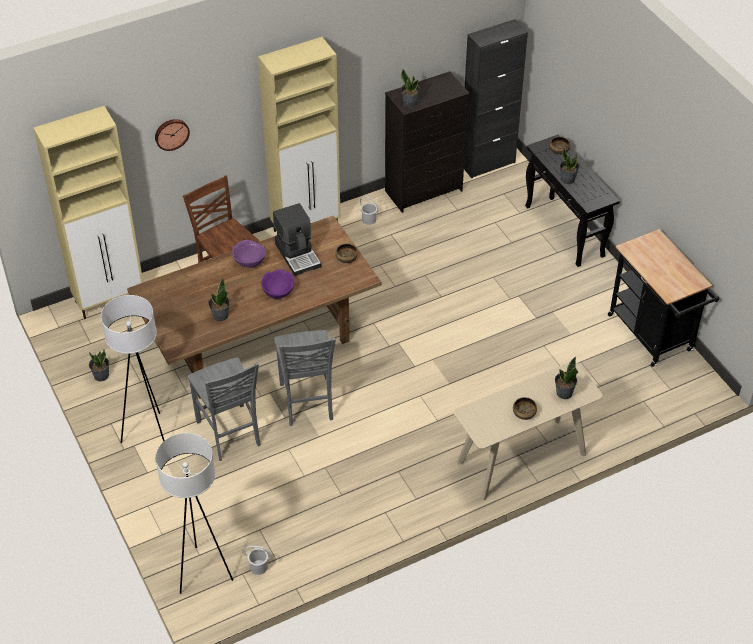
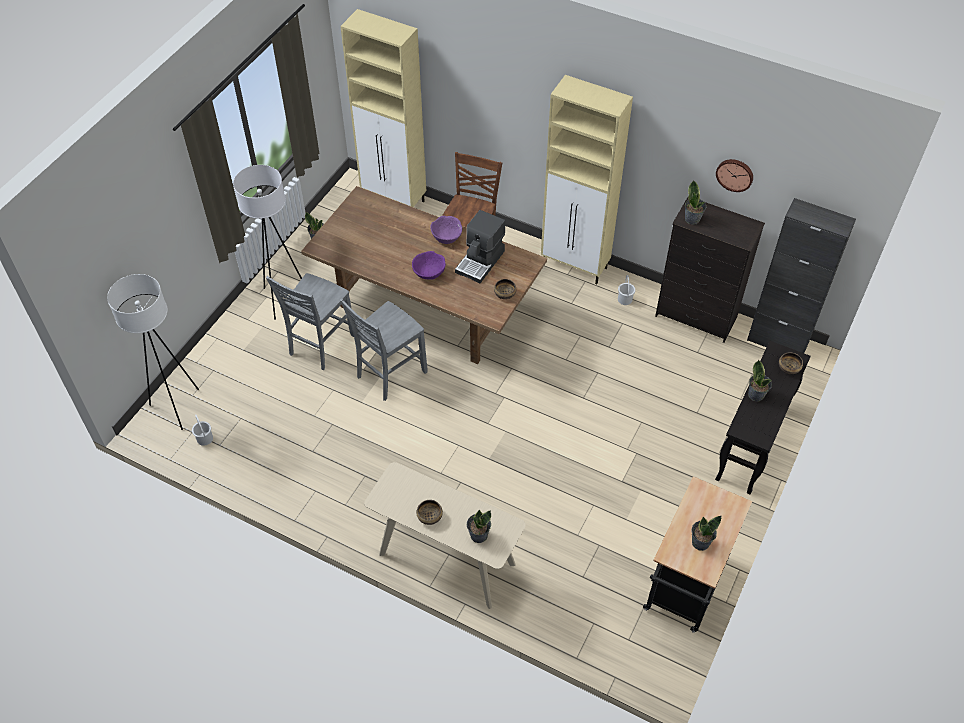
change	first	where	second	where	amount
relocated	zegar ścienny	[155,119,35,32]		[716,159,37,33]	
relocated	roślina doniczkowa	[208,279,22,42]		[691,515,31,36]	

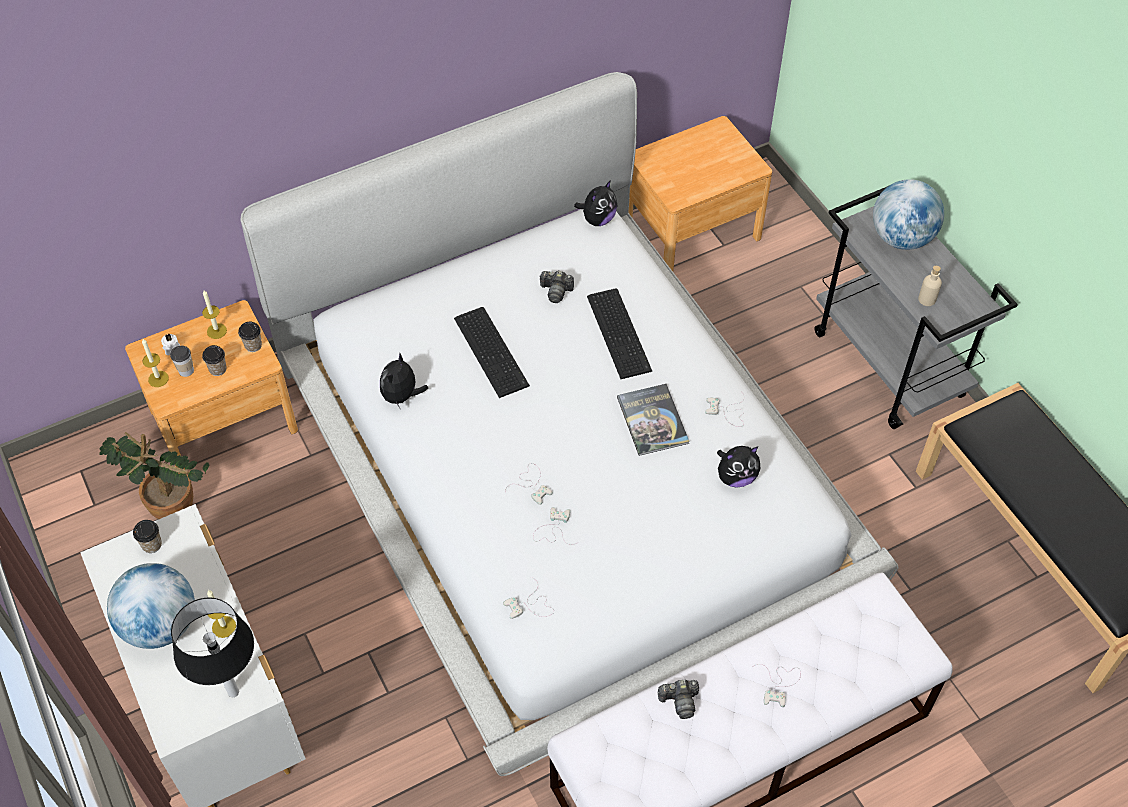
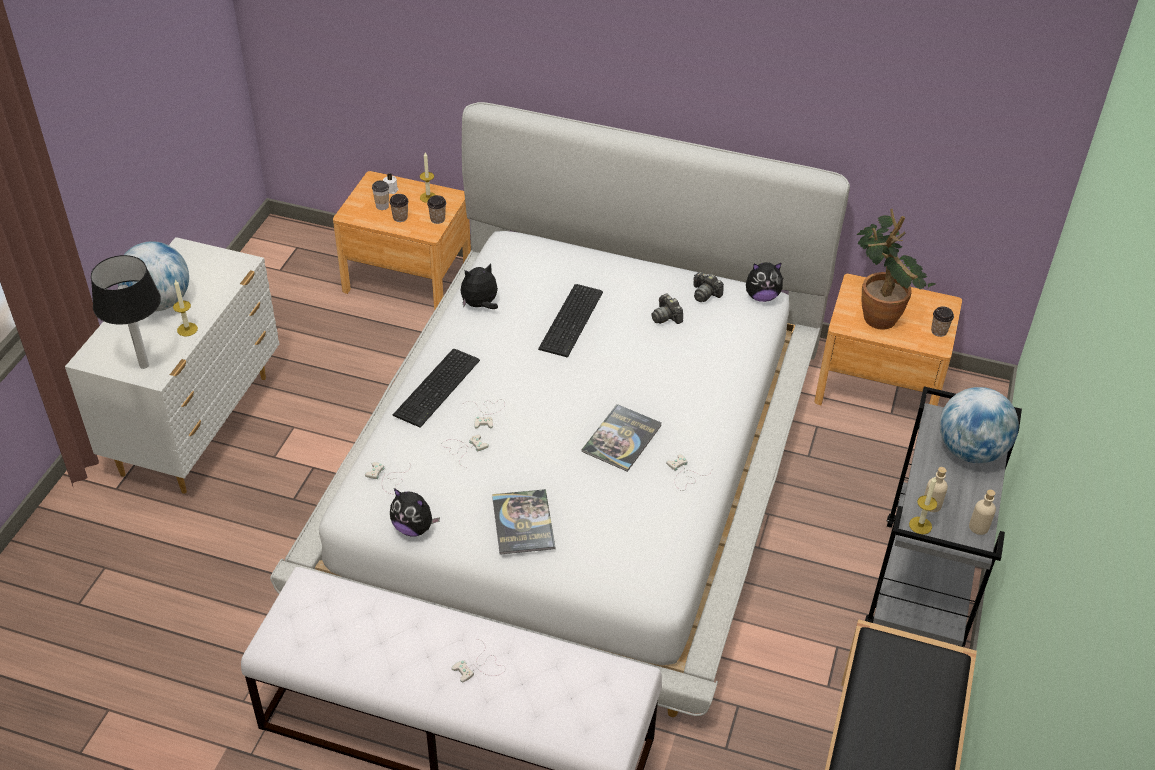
change	first	where	second	where	amount
appeared			książka	[492,489,63,66]	
appeared			butelka/beżowy	[969,489,27,46]	
relocated	roślina doniczkowa	[99,432,110,88]		[857,209,79,121]	
relocated	filiżanka	[133,520,29,33]		[931,306,23,31]	
relocated	świeca	[142,339,27,48]		[909,477,28,57]	
relocated	klawiatura	[587,288,65,91]		[393,349,87,79]	
relocated	aparat fotograficzny	[658,680,41,39]		[693,272,31,30]	
relocated	pluszak	[717,446,44,42]		[390,488,50,48]	

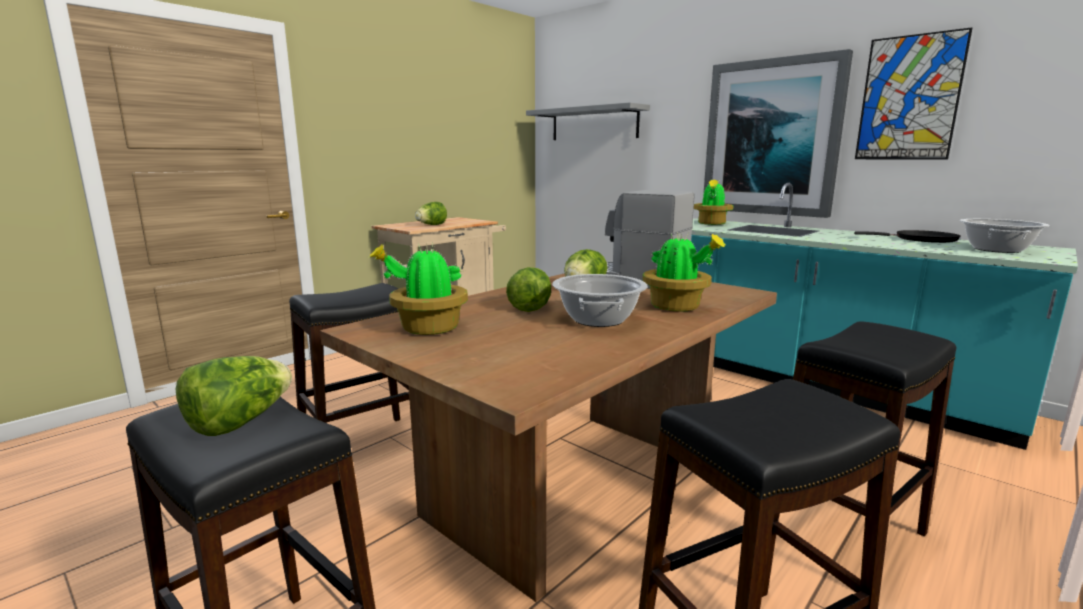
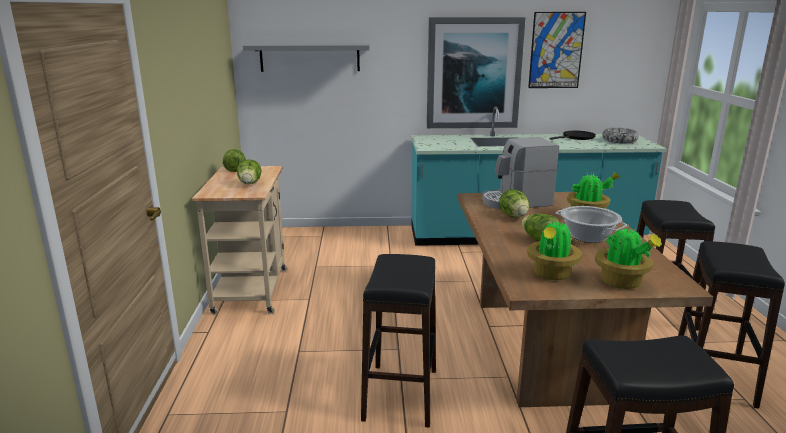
change	first	where	second	where	amount
relocated	sałata	[176,356,116,80]		[223,149,23,23]	
relocated	roślina doniczkowa	[694,180,39,45]		[595,225,67,64]	
exchanged	garnek	[960,219,90,34]	miska	[602,128,36,15]	

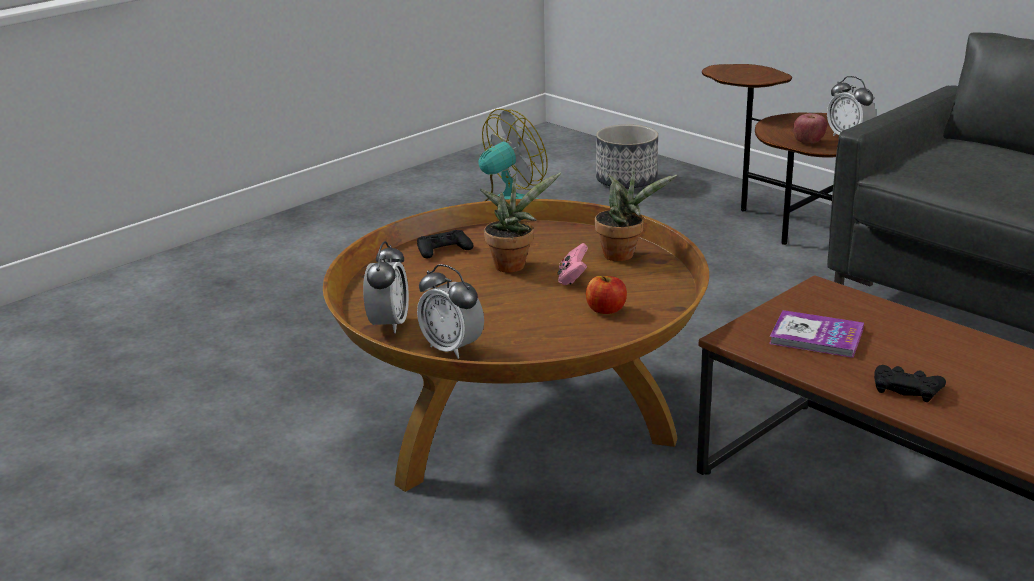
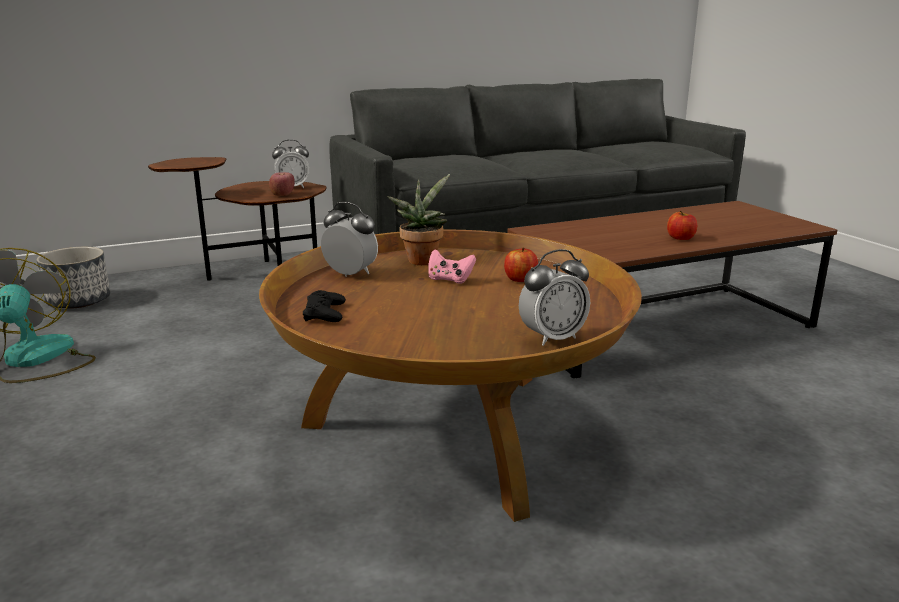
change	first	where	second	where	amount
missing	roślina doniczkowa	[480,173,81,100]			
missing	książka	[769,310,95,48]			
relocated	budzik	[363,241,46,92]		[321,202,57,75]	
exchanged	pad do gier/czarny	[874,365,72,37]	jabłko	[667,211,30,29]	

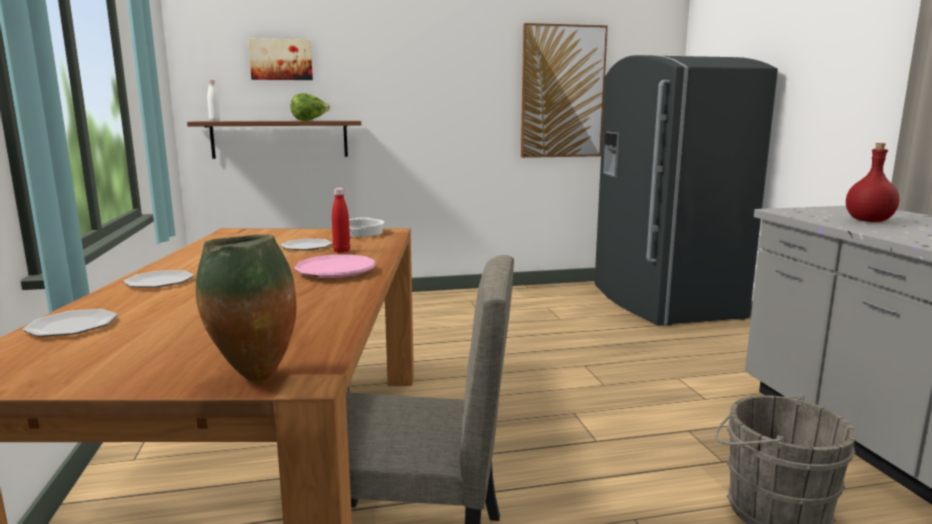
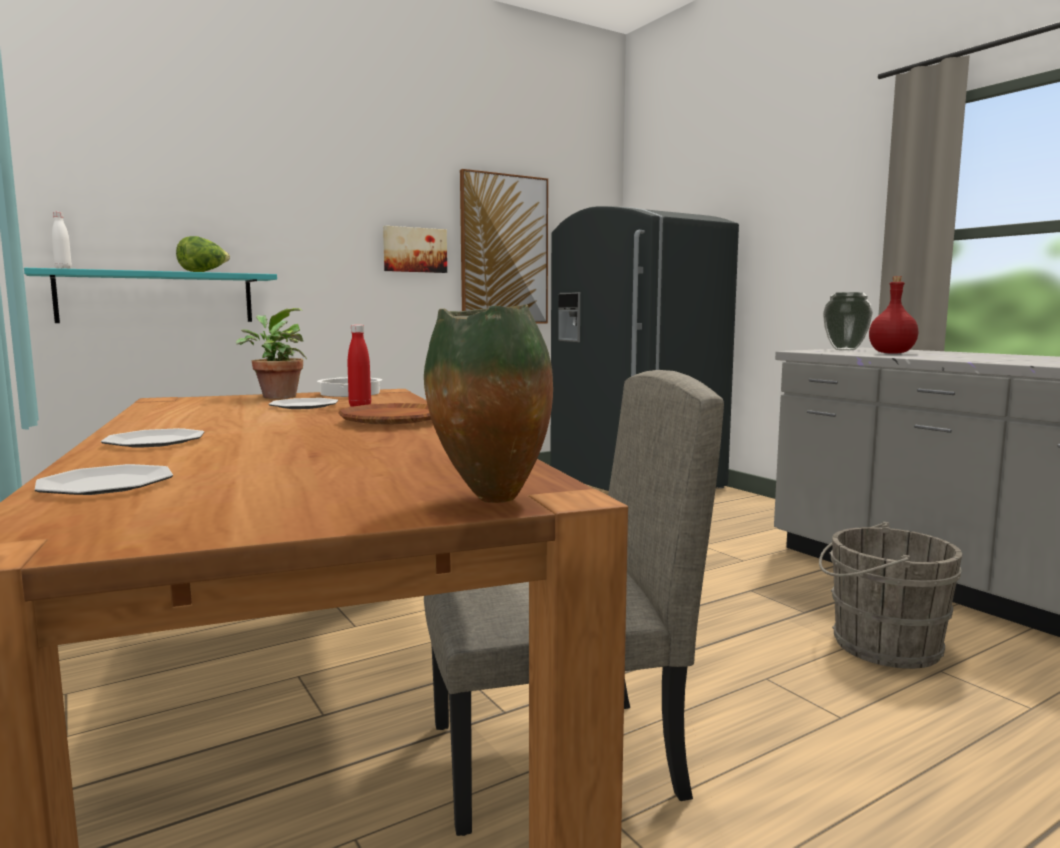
change	first	where	second	where	amount
appeared			roślina doniczkowa	[236,308,71,91]	
appeared			wazon	[823,292,50,58]	
relocated	obraz	[248,38,65,42]		[383,226,64,47]	
colour	półka/brązowy	[187,121,174,38]	półka/turkusowy	[24,268,253,55]	
colour	talerz/różowy	[294,254,82,24]	talerz/brązowy	[339,403,92,22]	

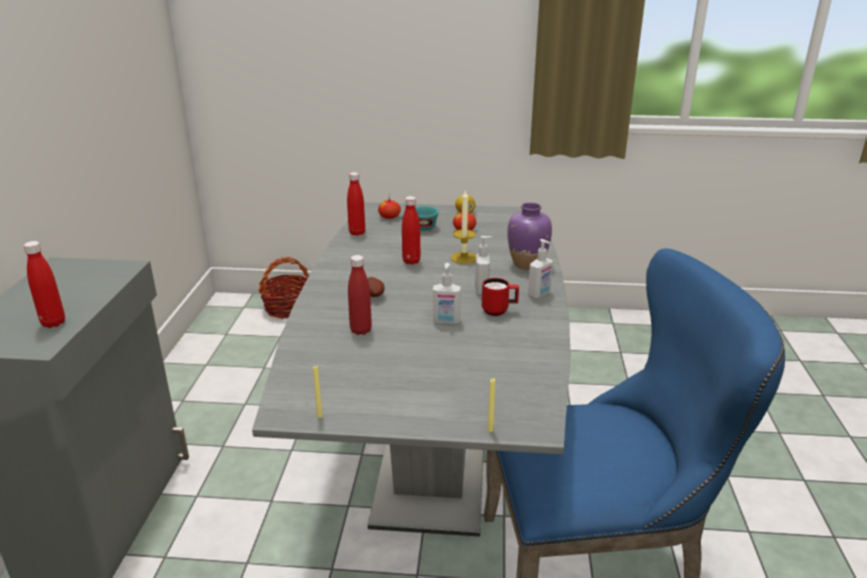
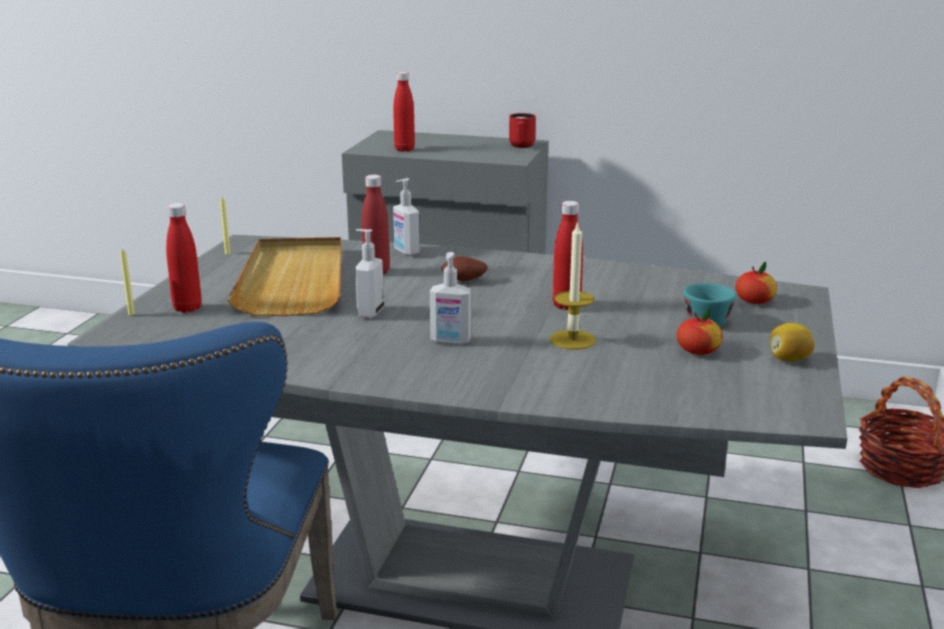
change	first	where	second	where	amount
missing	wazon/fioletowy	[507,202,45,68]			
appeared			taca/beżowy	[227,237,115,79]	
relocated	butelka/czerwony	[347,172,18,64]		[166,203,36,110]	
relocated	kubek/czerwony	[482,278,37,38]		[509,113,27,35]	
relocated	dozownik mydła	[528,239,25,59]		[393,178,27,78]	

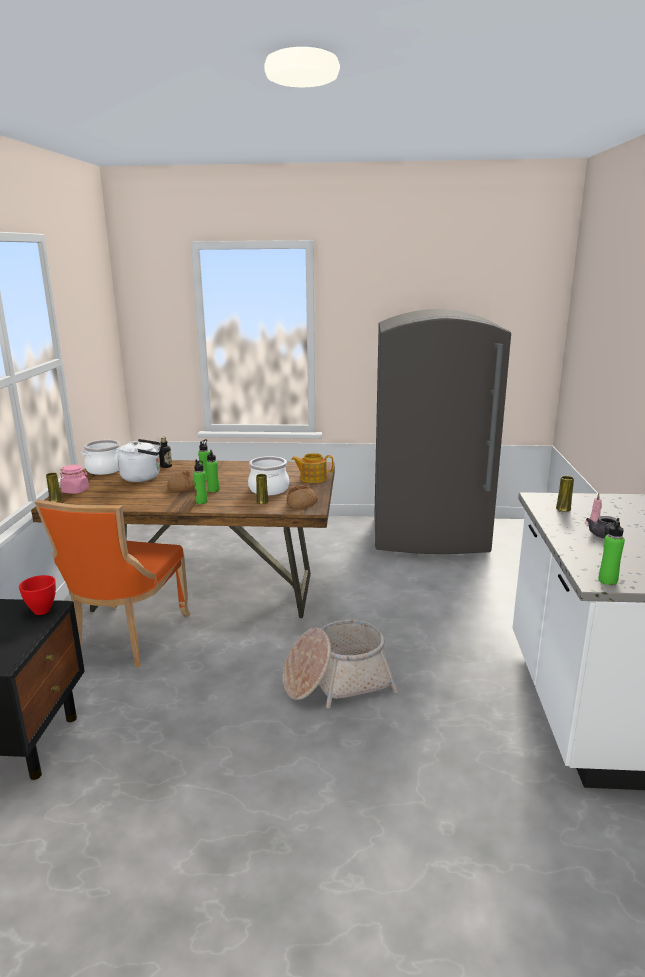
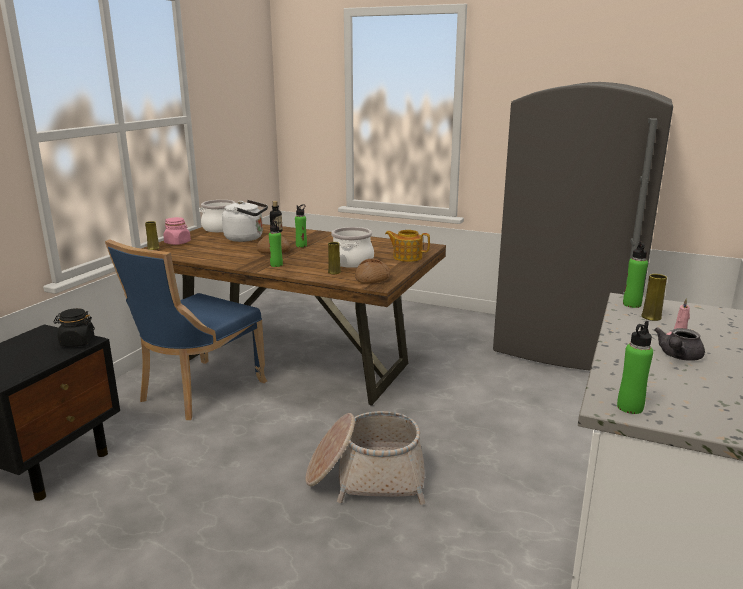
change	first	where	second	where	amount
relocated	butelka/zielony	[206,449,13,43]		[623,241,25,67]	
exchanged	miska/czerwony	[19,575,37,40]	słoik/czarny	[53,308,42,39]	
colour	krzesło/pomarańczowy	[34,499,157,169]	krzesło/niebieski	[105,239,162,181]	

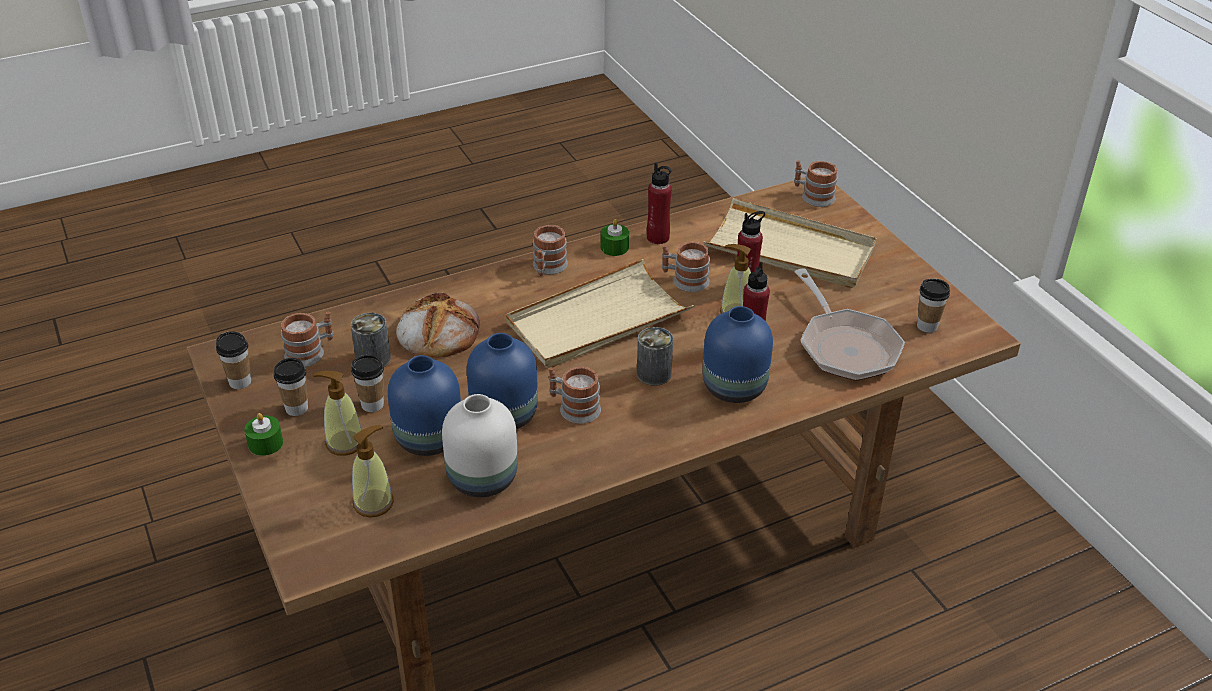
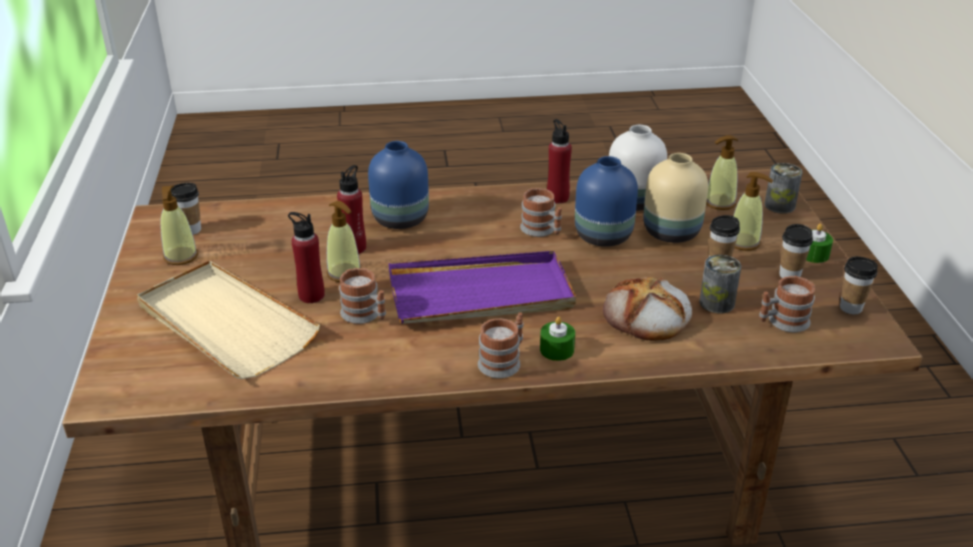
change	first	where	second	where	amount
missing	kubek	[794,160,43,47]			
missing	patelnia	[794,268,111,113]			
appeared			dozownik mydła	[160,186,38,79]	
relocated	świeca/zielony	[601,219,28,37]		[540,317,35,44]	
relocated	puszka	[637,327,36,59]		[764,163,39,51]	
relocated	butelka/czerwony	[647,163,25,81]		[547,119,25,85]	
colour	wazon/niebieski	[388,355,73,101]	wazon/beżowy	[643,153,65,90]	
colour	taca/beżowy	[506,259,187,109]	taca/fioletowy	[388,251,188,73]	

